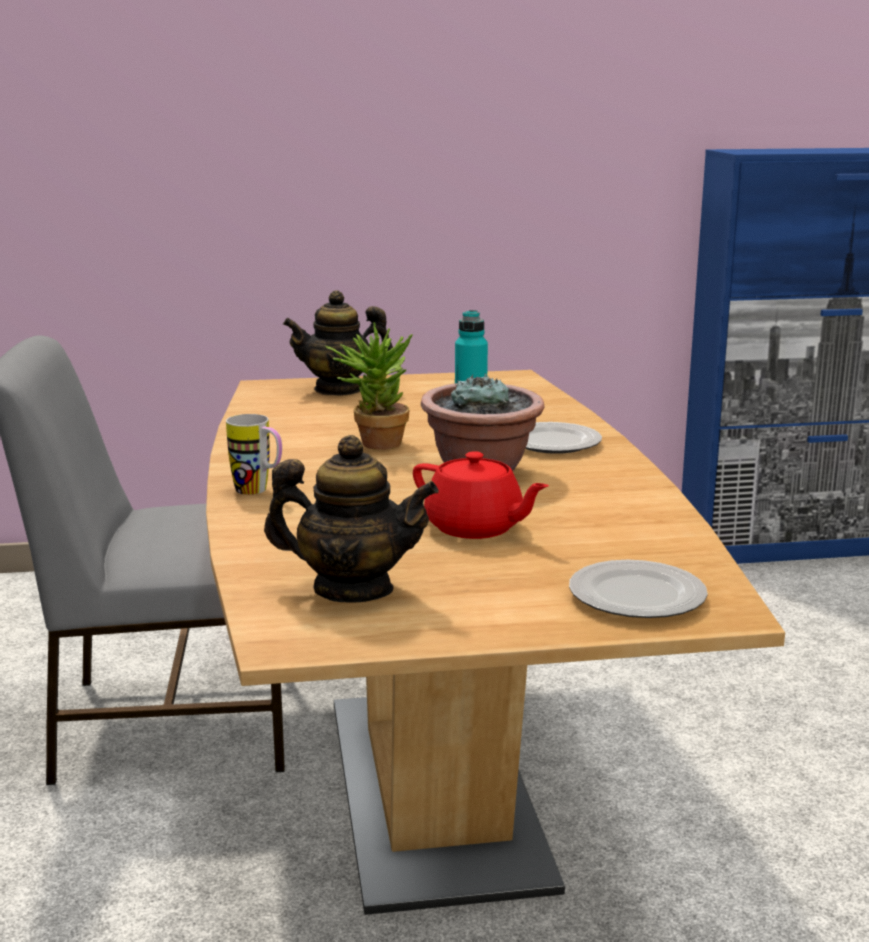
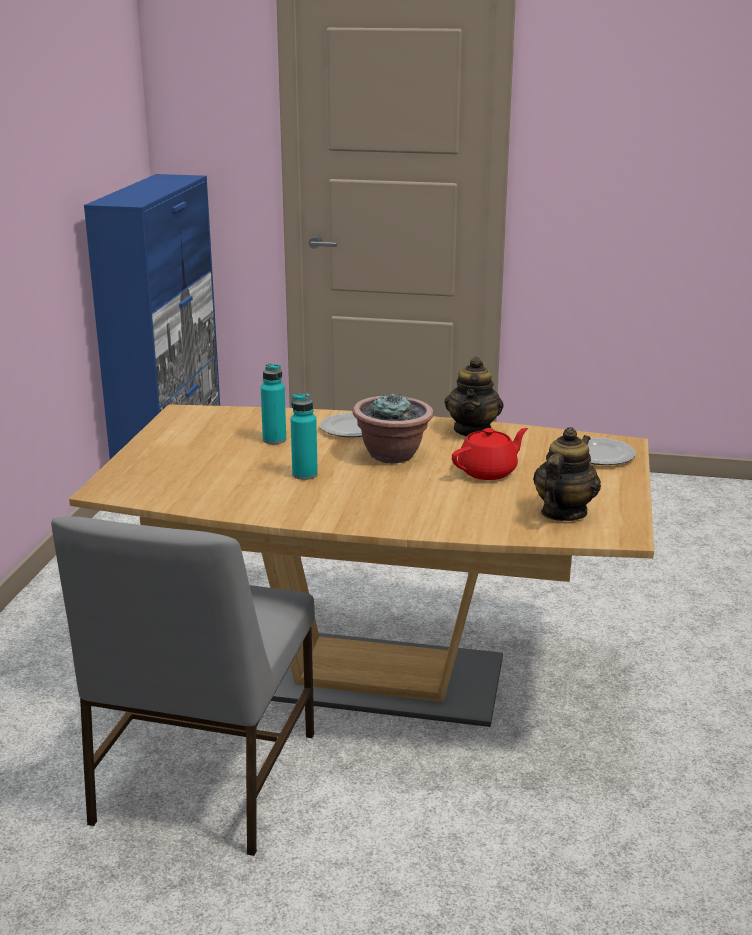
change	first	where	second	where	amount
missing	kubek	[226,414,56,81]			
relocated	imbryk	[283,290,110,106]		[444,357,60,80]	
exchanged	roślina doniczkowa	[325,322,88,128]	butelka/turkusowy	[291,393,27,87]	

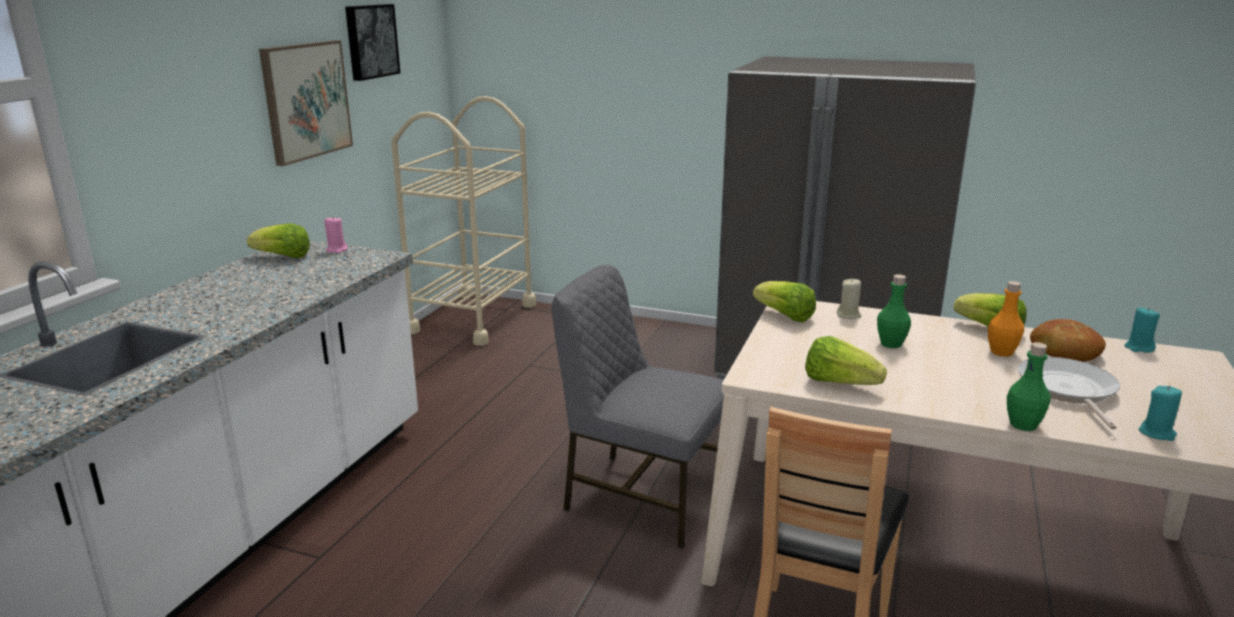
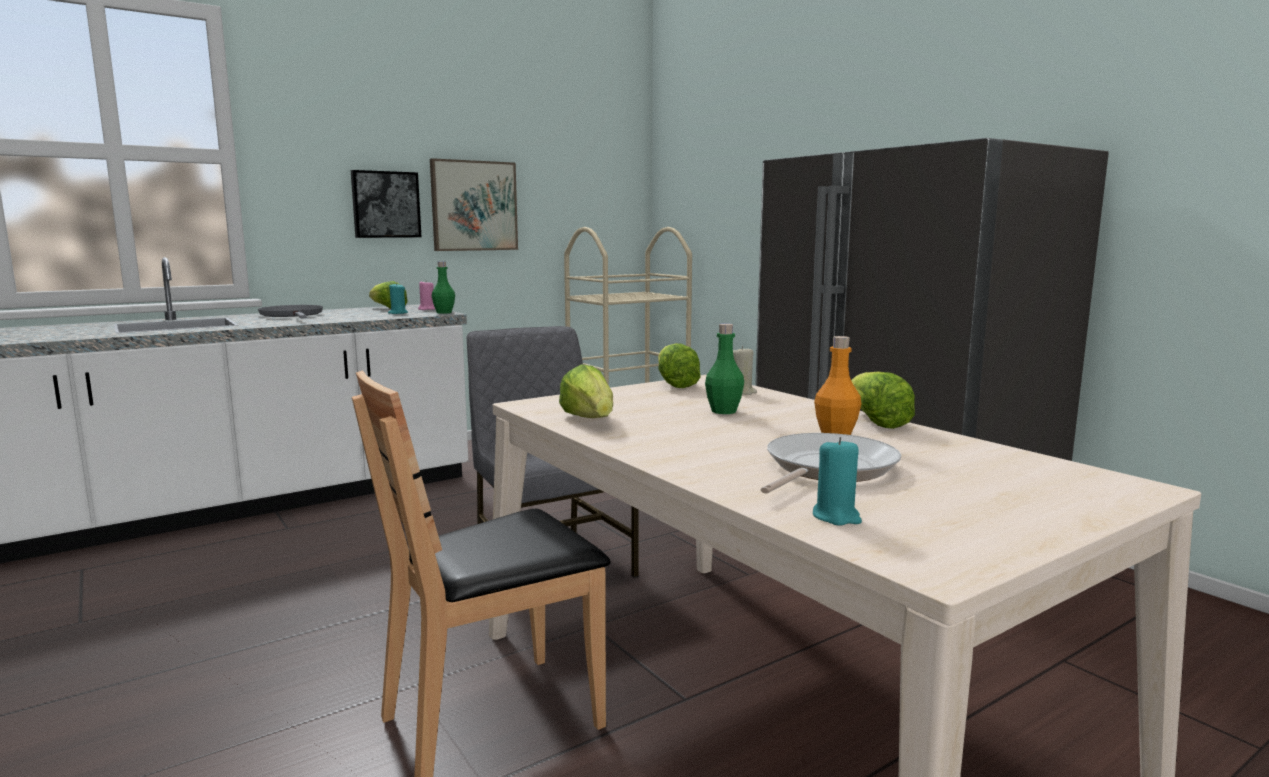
change	first	where	second	where	amount
missing	chleb	[1030,319,76,43]			
appeared			patelnia/szary	[258,305,65,14]	
relocated	obraz	[345,4,55,77]		[351,170,71,68]	
relocated	butelka/zielony	[1007,342,44,89]		[432,261,23,53]	
relocated	świeca/turkusowy	[1124,307,36,46]		[388,283,20,31]	

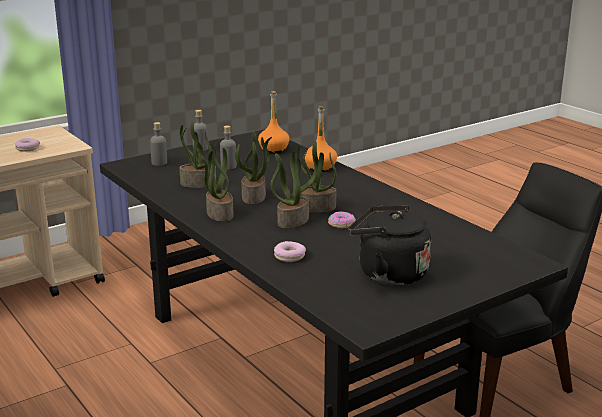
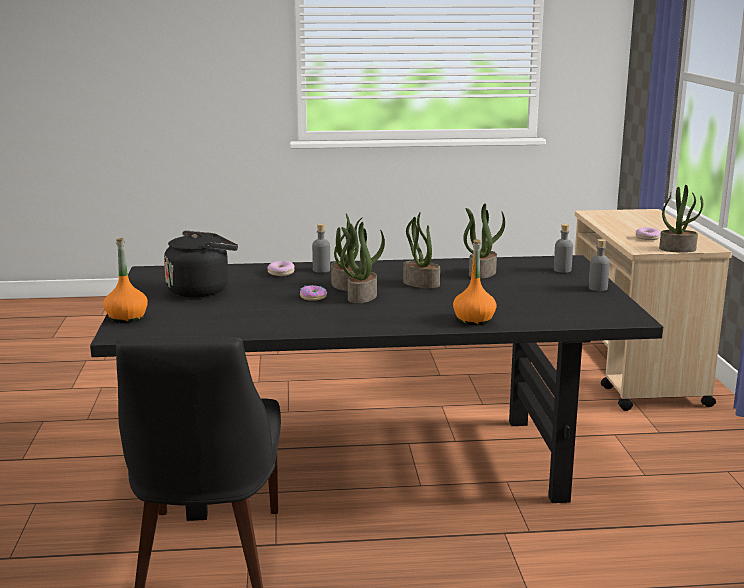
change	first	where	second	where	amount
relocated	roślina doniczkowa	[198,145,36,77]		[659,185,44,68]	
relocated	butelka/szary	[220,125,17,45]		[312,224,18,49]	
relocated	butelka/pomarańczowy	[258,91,32,62]		[103,238,45,85]	

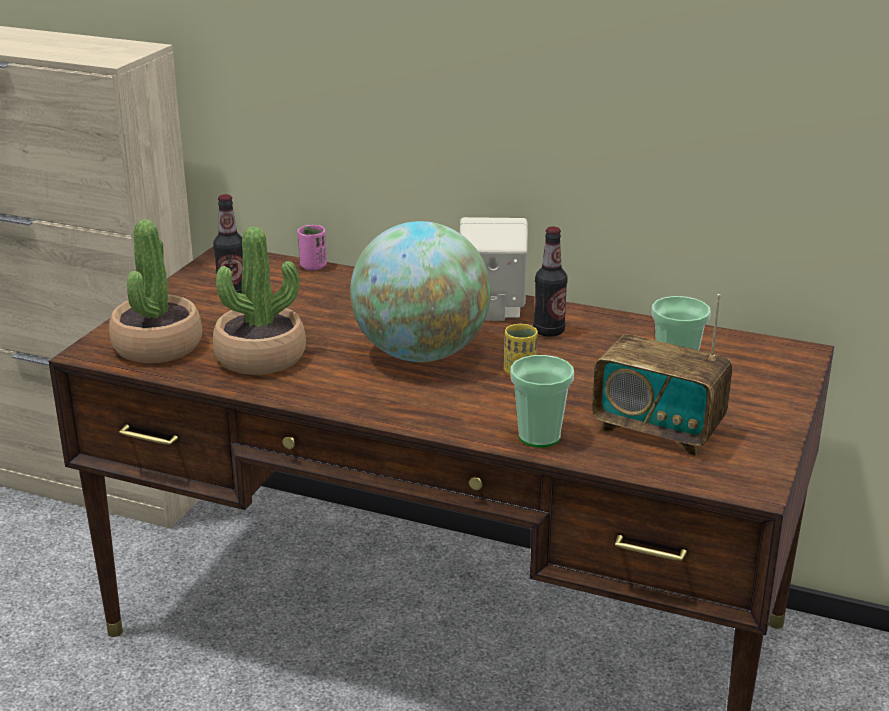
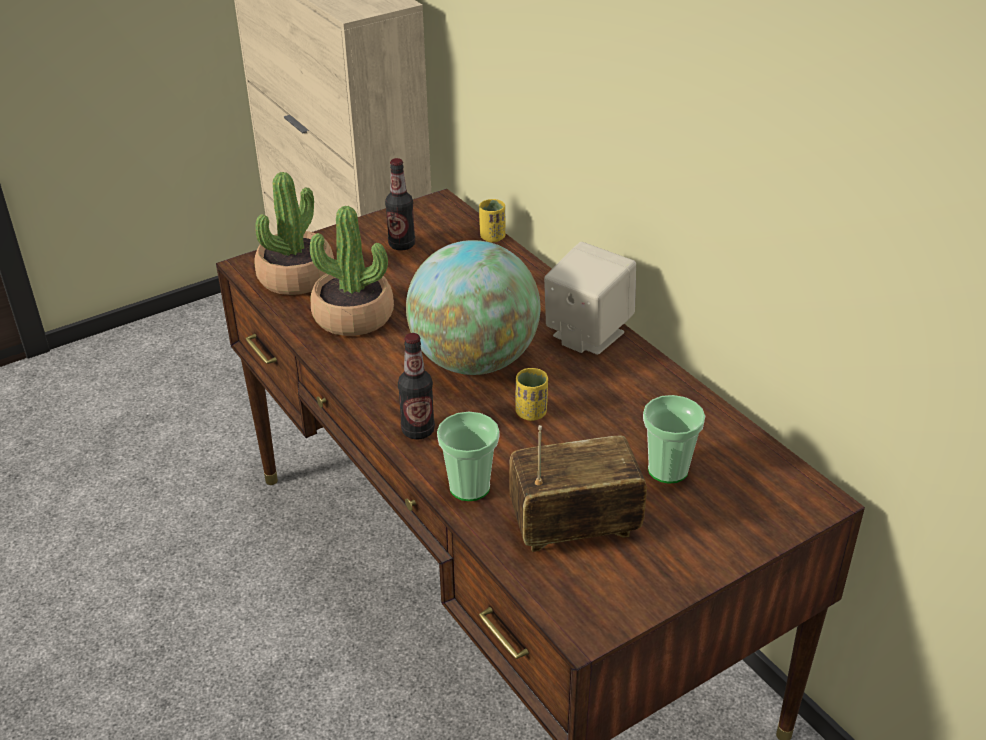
change	first	where	second	where	amount
relocated	butelka	[533,227,35,110]		[398,333,37,107]	
colour	filiżanka/różowy	[298,225,29,46]	filiżanka/żółty	[479,199,27,43]	
spun	radio	[592,294,140,162]		[509,425,138,127]	105 degrees clockwise

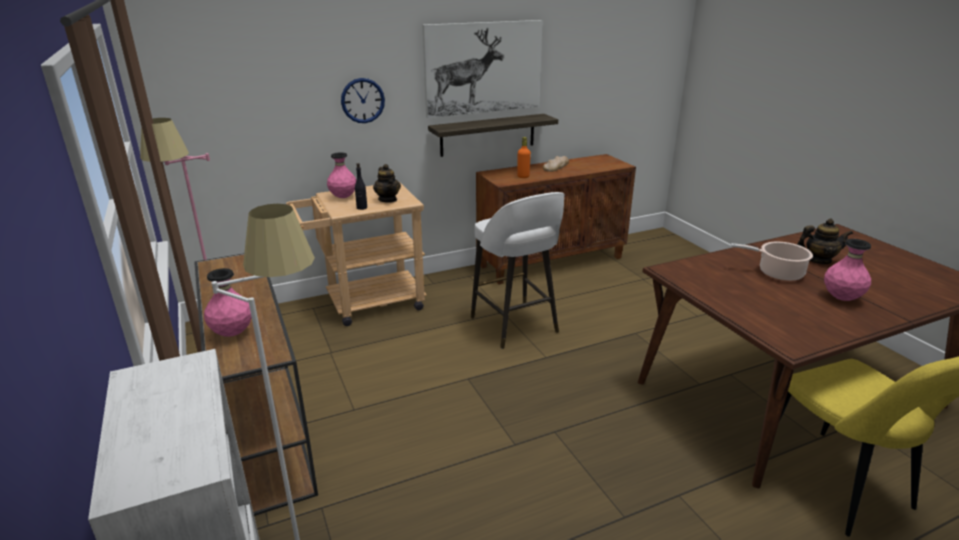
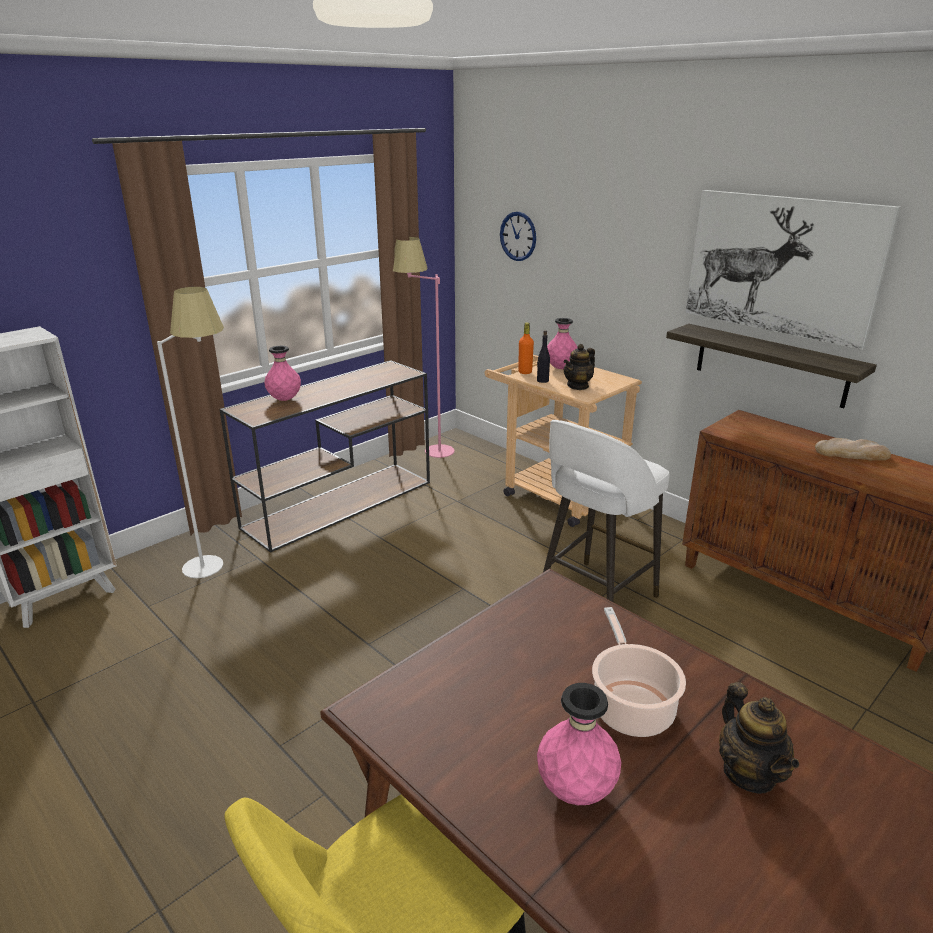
change	first	where	second	where	amount
relocated	zegar ścienny	[341,78,44,45]		[500,212,36,49]	
relocated	butelka/pomarańczowy	[517,137,14,41]		[518,322,16,52]	

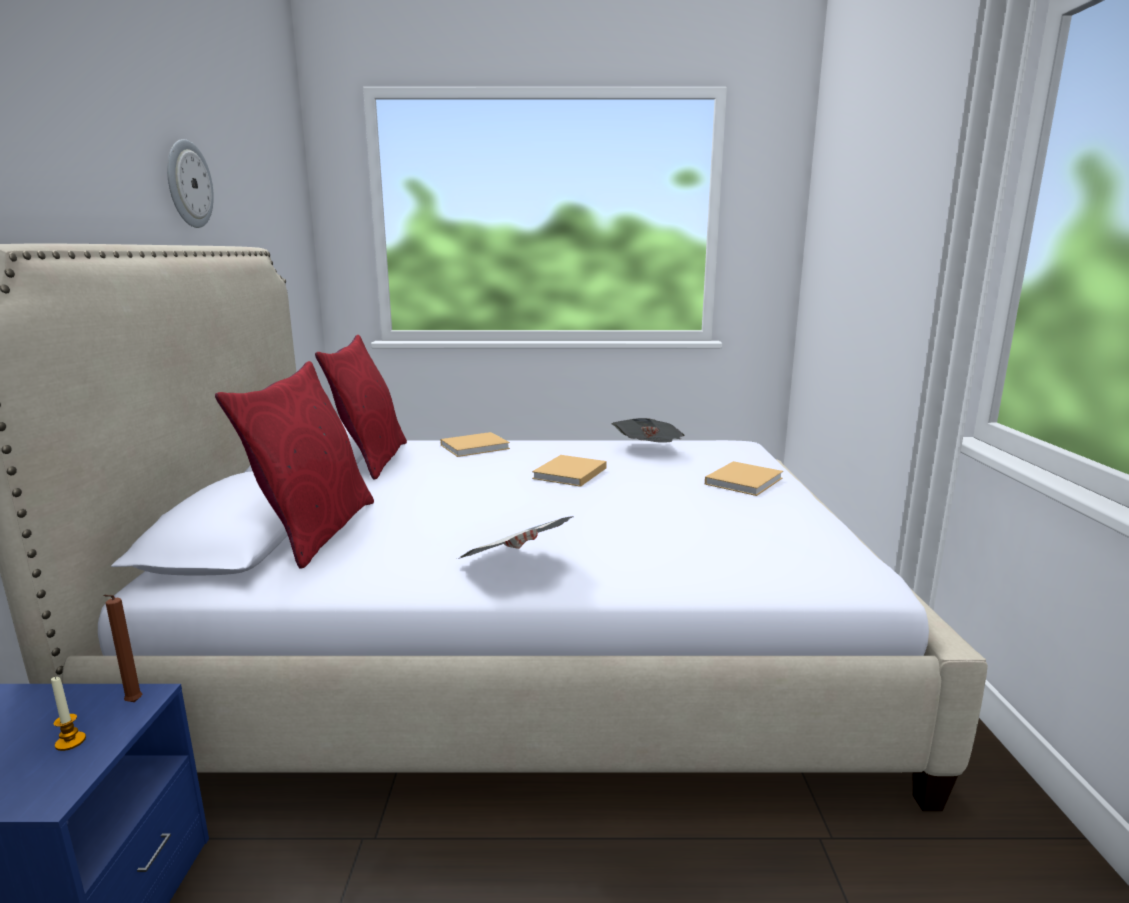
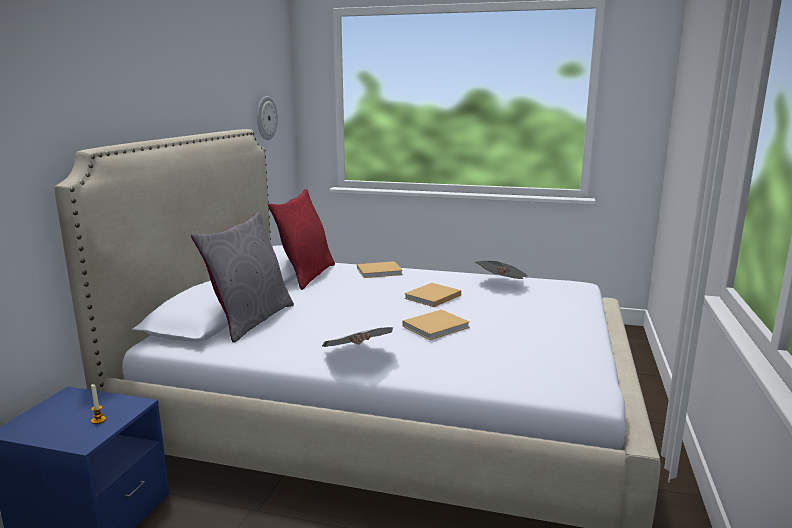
change	first	where	second	where	amount
missing	świeca/brązowy	[103,594,39,108]			
relocated	zegar ścienny	[167,139,47,89]		[257,96,21,44]	
relocated	książka/beżowy	[705,461,78,35]		[402,309,68,31]	
colour	poduszka/czerwony	[215,361,159,208]	poduszka/szary	[191,212,103,131]	

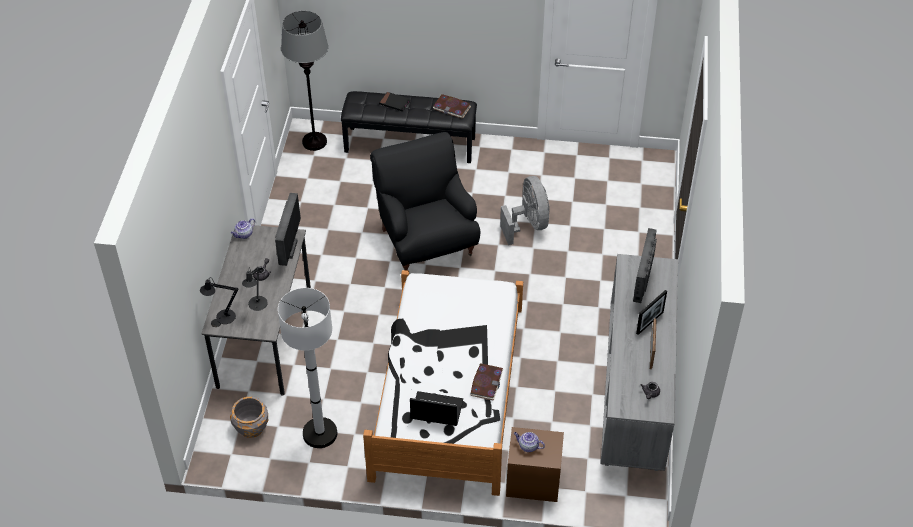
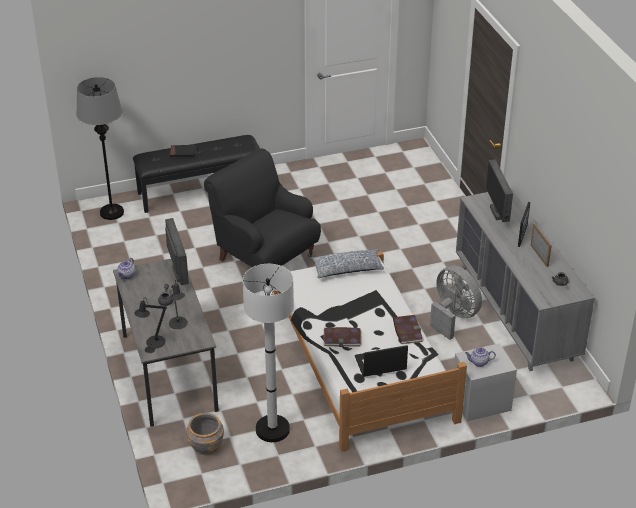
change	first	where	second	where	amount
appeared			poduszka	[310,249,74,29]	
relocated	książka	[433,94,38,24]		[324,327,38,20]	
relocated	wentylator/szary	[500,176,50,69]		[430,266,52,74]	
colour	szafka nocna/brązowy	[506,427,58,75]	szafka nocna/szary	[454,343,63,78]	

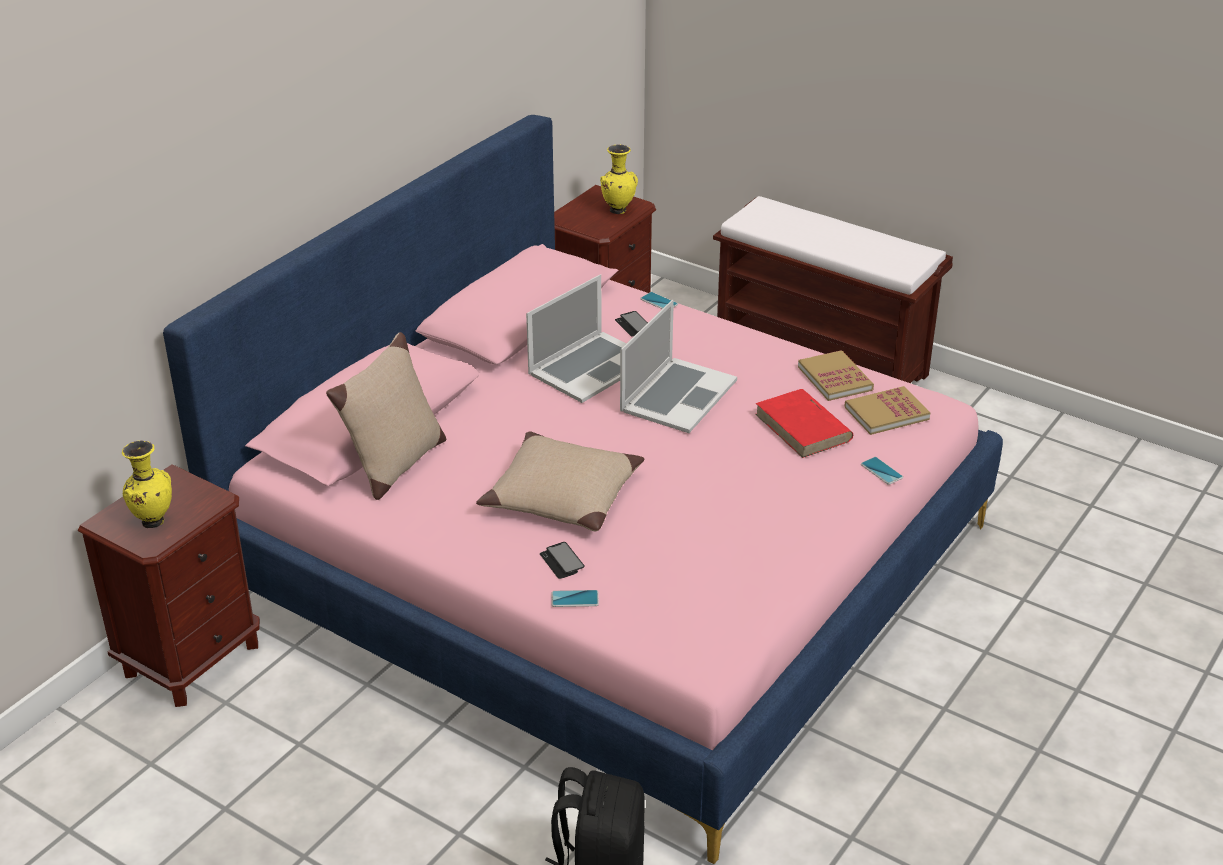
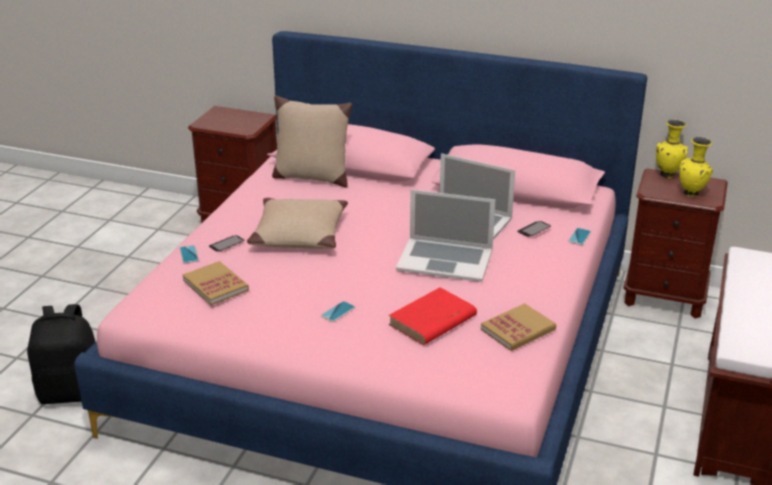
change	first	where	second	where	amount
relocated	wazon/żółty	[122,441,50,87]		[656,120,32,58]	
relocated	książka	[845,386,86,49]		[182,261,67,44]	
relocated	telefon	[861,457,42,28]		[321,301,34,21]	

